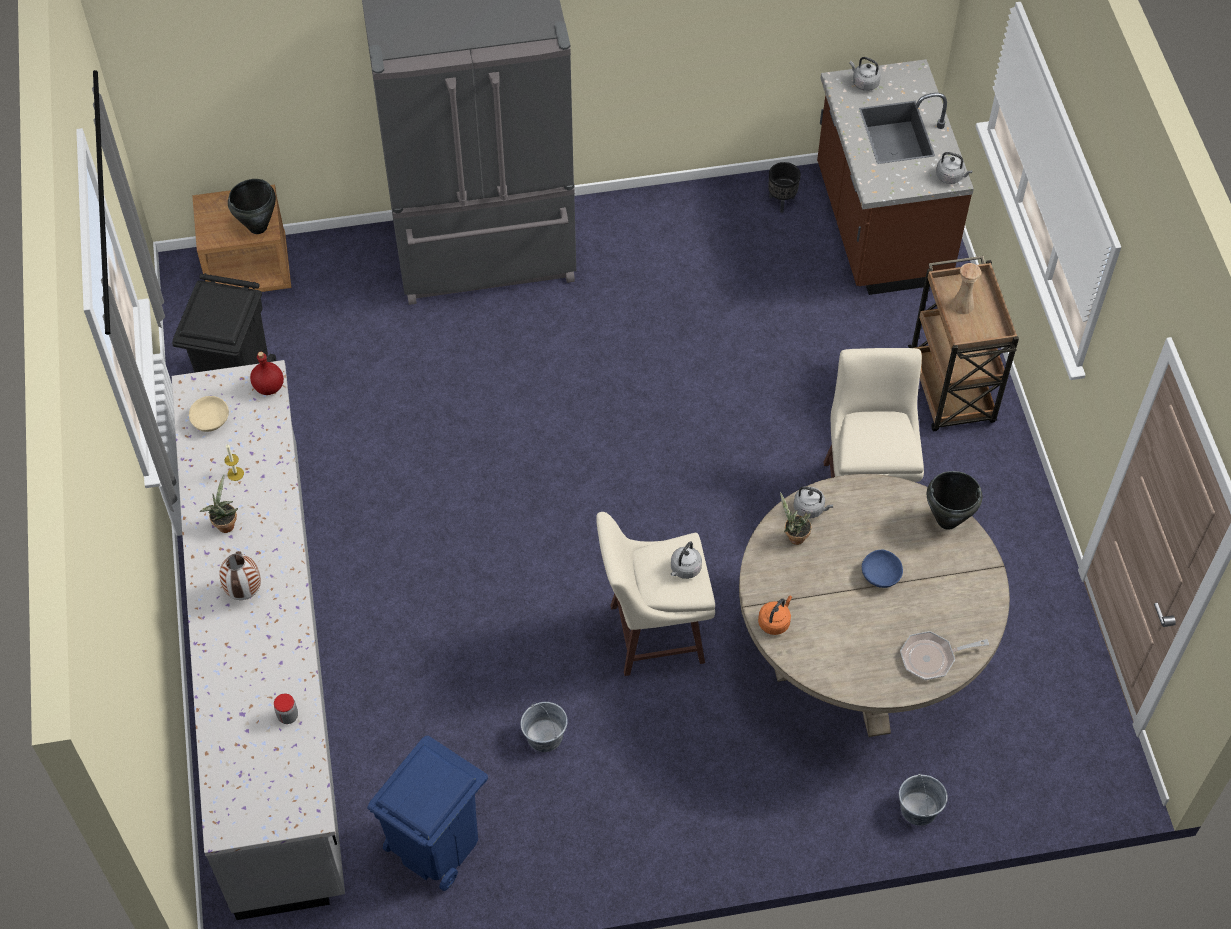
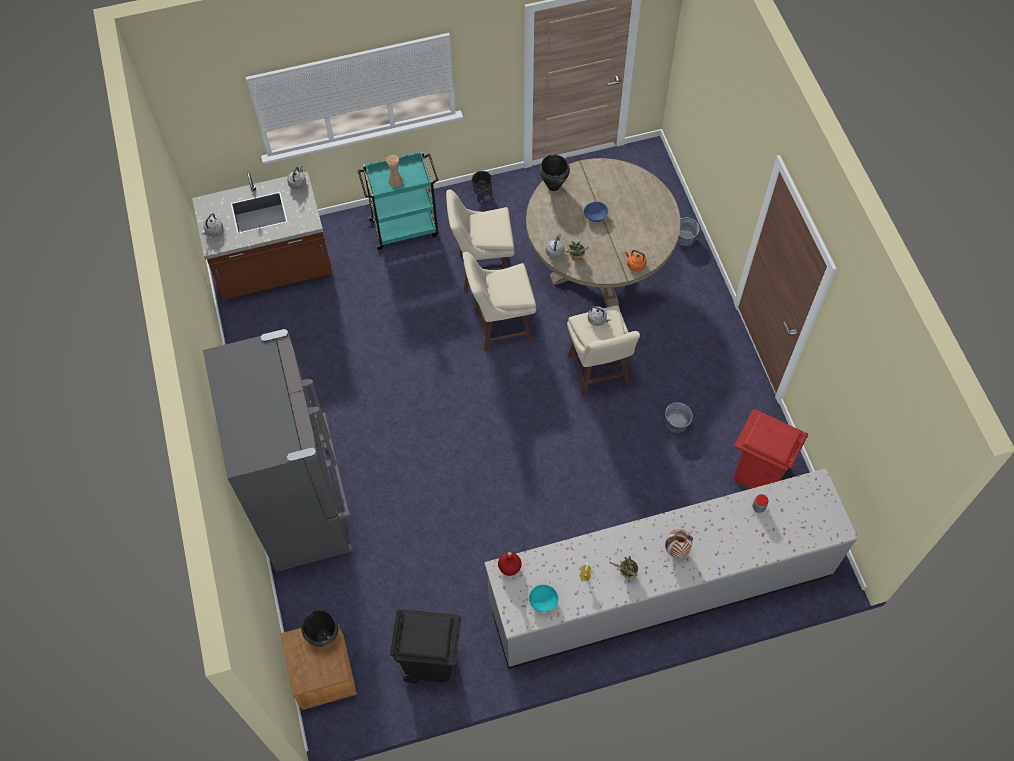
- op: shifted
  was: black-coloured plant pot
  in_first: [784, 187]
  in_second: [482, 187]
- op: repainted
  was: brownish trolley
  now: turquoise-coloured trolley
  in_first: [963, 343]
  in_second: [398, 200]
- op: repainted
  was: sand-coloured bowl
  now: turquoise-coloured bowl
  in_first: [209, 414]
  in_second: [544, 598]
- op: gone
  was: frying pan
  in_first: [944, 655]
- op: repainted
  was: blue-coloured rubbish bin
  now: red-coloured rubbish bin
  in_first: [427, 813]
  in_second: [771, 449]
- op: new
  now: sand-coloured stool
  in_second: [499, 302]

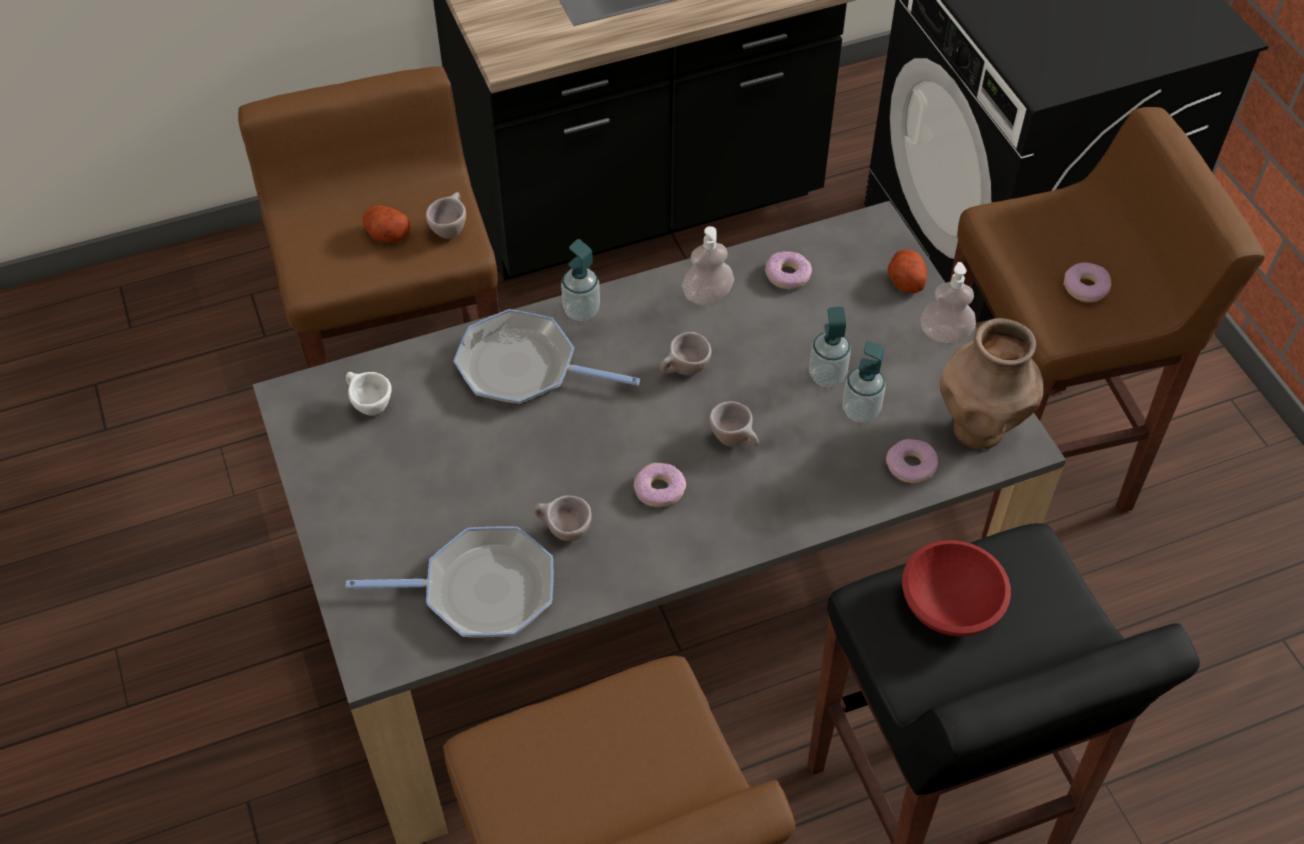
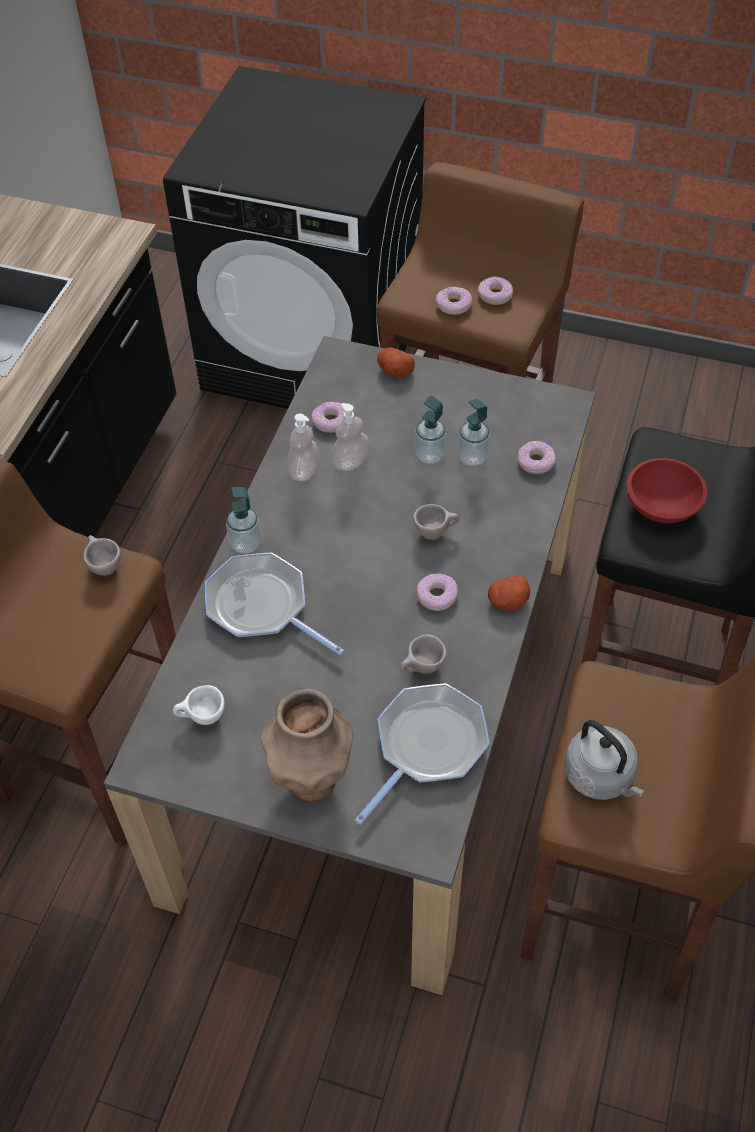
- op: shifted
  was: spud
  in_first: [386, 223]
  in_second: [509, 592]
- op: shifted
  was: liquid soap bottle
  in_first: [948, 302]
  in_second: [350, 437]
- op: rotated
  was: frying pan
  in_first: [547, 357]
  in_second: [274, 603]
  clockwise: 75
- op: shifted
  was: brownish vase
  in_first: [991, 384]
  in_second: [307, 745]
- op: gone
  was: sand-coloured cup
  in_first: [686, 353]
- op: new
  now: doughnut
  in_second: [454, 301]
- op: new
  now: grey kettle
  in_second: [604, 760]

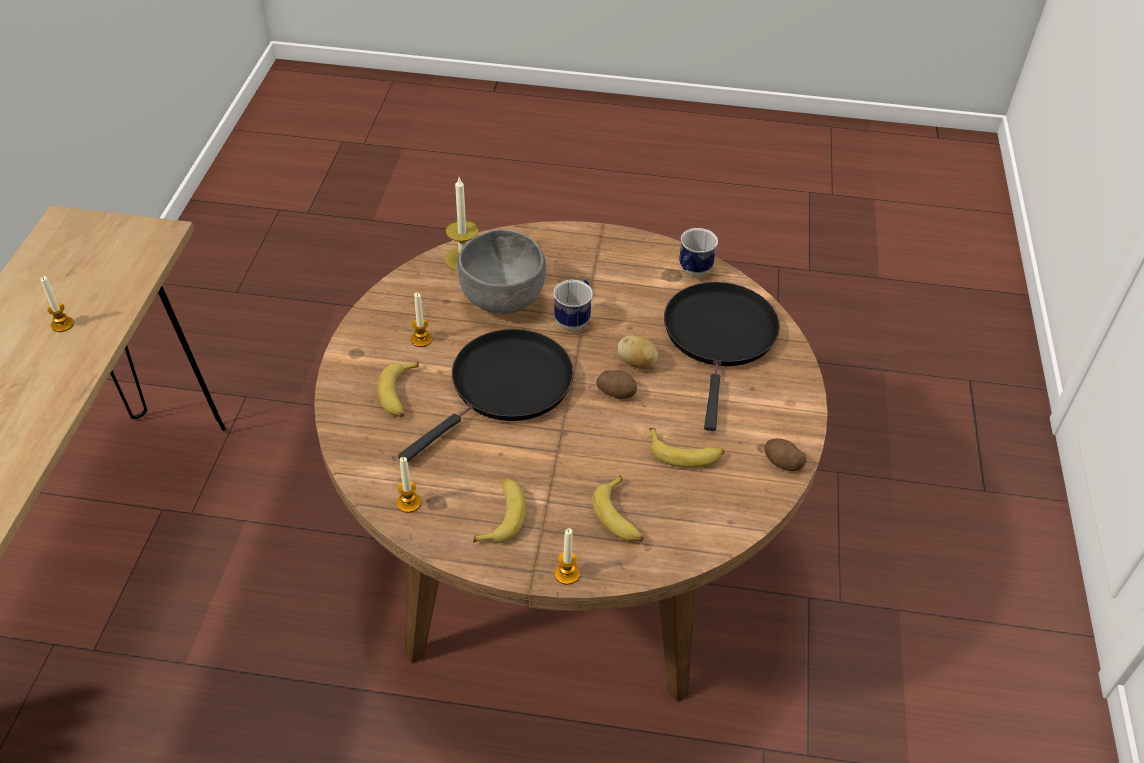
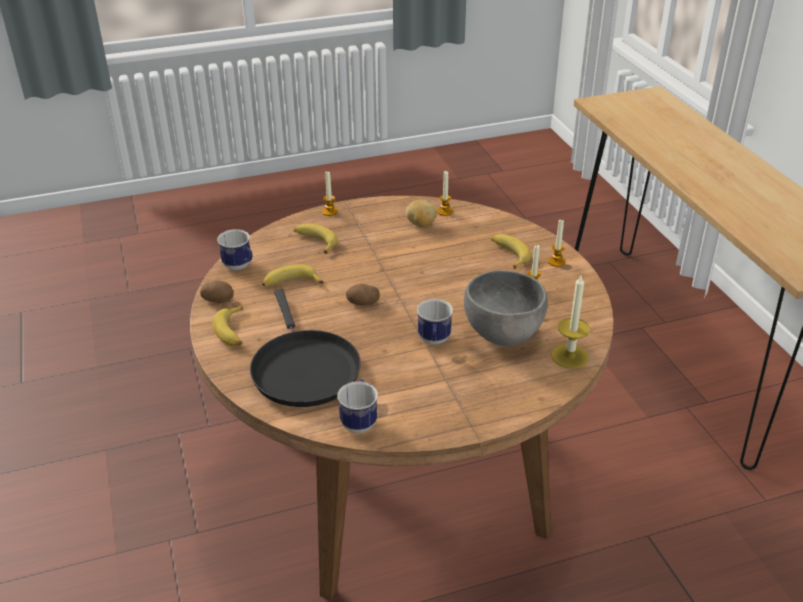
- op: shifted
  was: wax light
  in_first: [57, 304]
  in_second: [556, 243]
- op: gone
  was: black-coloured frying pan
  in_first: [486, 395]
- op: shifted
  was: spud
  in_first: [638, 352]
  in_second: [421, 213]
- op: shifted
  was: banana
  in_first: [499, 510]
  in_second: [228, 325]
- op: new
  now: tea mug
  in_second: [235, 249]

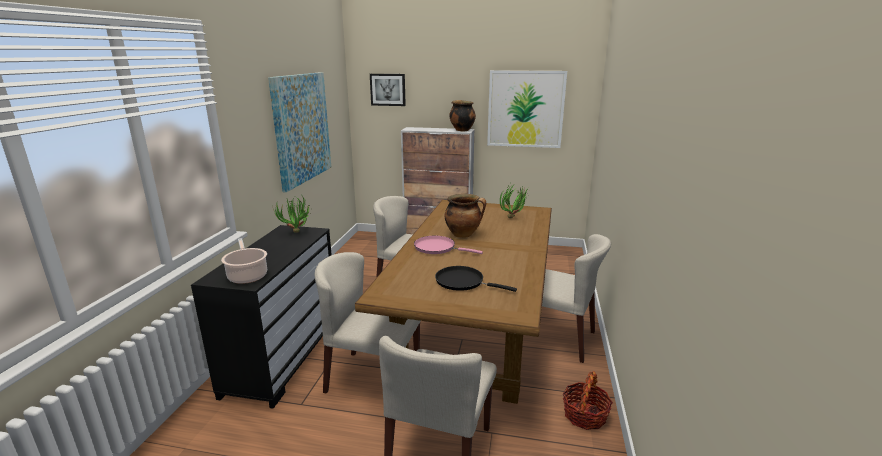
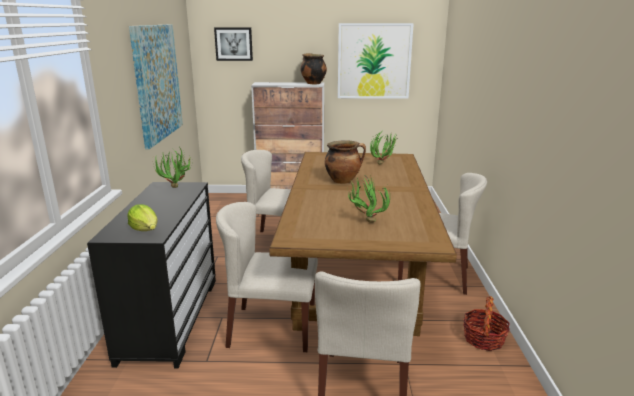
- op: gone
  was: pink-coloured frying pan
  in_first: [448, 245]
- op: swapped
  was: stockpot
  now: head of lettuce
  in_first: [244, 261]
  in_second: [142, 217]
- op: swapped
  was: black-coloured frying pan
  now: plant in a pot
  in_first: [476, 279]
  in_second: [369, 199]

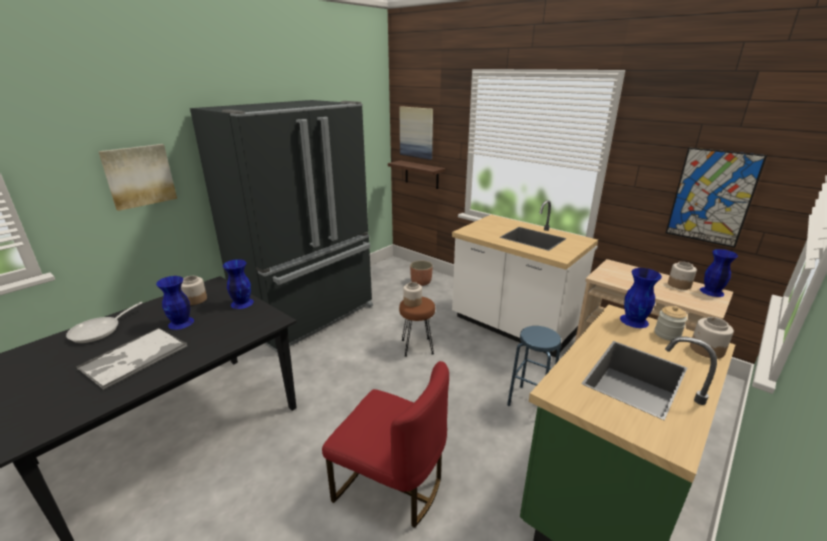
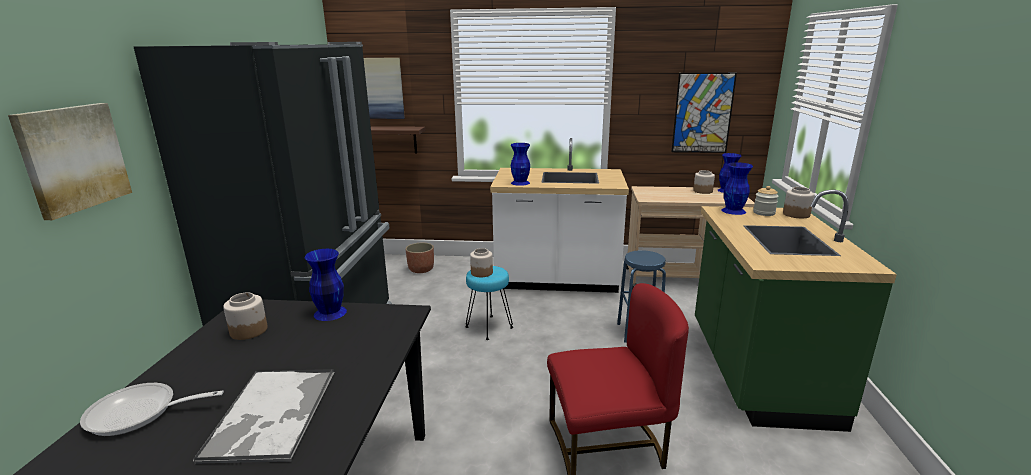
- op: shifted
  was: blue-coloured vase
  in_first: [175, 303]
  in_second: [520, 164]
- op: repainted
  was: brownish stool
  now: turquoise-coloured stool
  in_first: [417, 327]
  in_second: [489, 303]
- op: rotated
  was: frying pan
  in_first: [104, 322]
  in_second: [152, 409]
  clockwise: 90

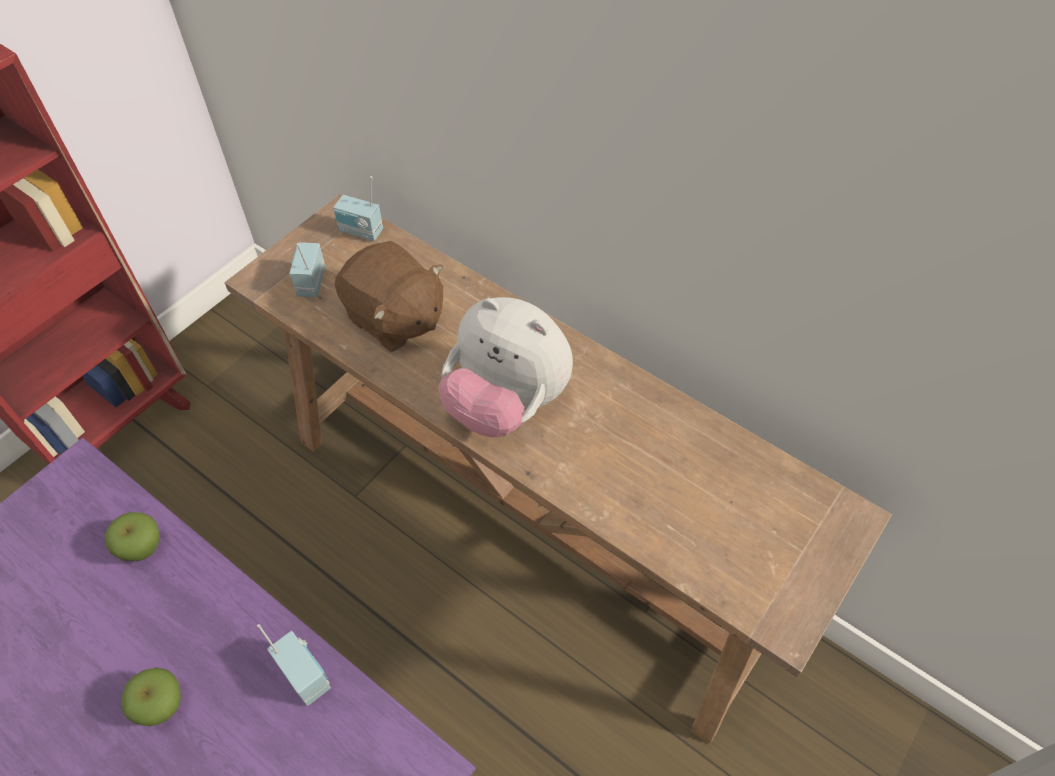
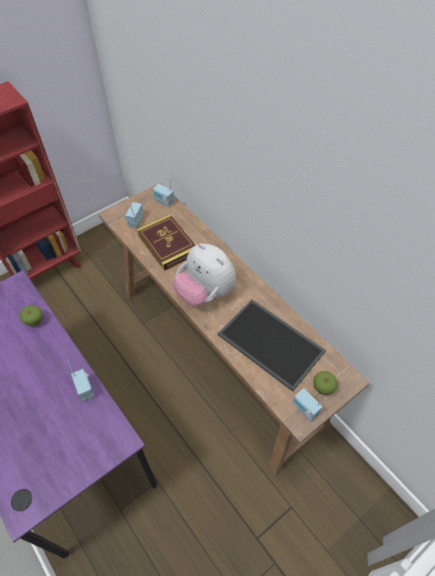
- op: swapped
  was: brownish cuddly toy
  now: book
  in_first: [389, 296]
  in_second: [166, 243]
- op: shifted
  was: apple fruit
  in_first: [151, 697]
  in_second: [325, 383]
- op: new
  now: serving tray
  in_second: [272, 345]
- op: new
  now: radio set
  in_second: [309, 405]

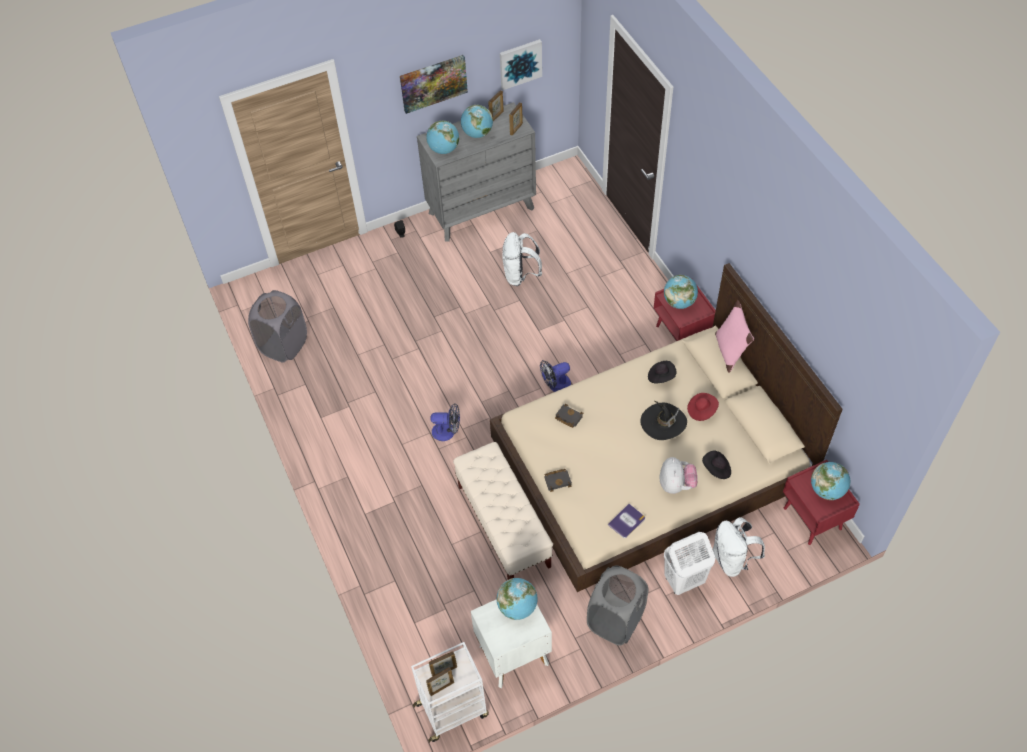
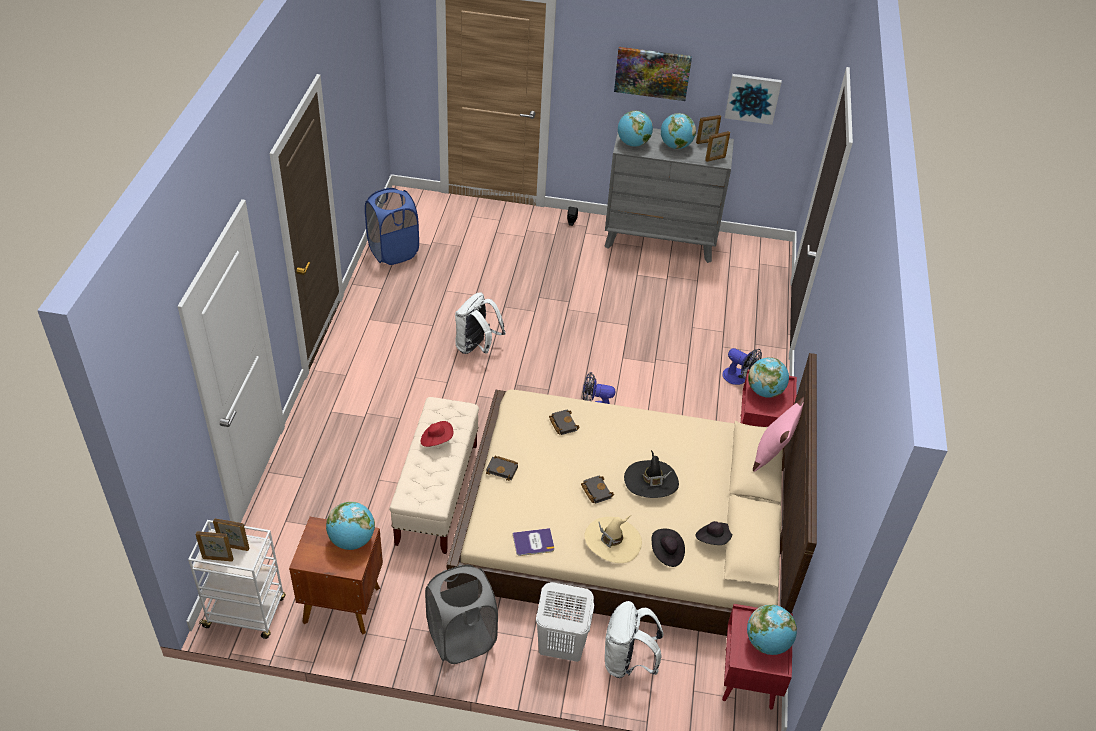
- op: shifted
  was: white-coloured knapsack
  in_first: [522, 259]
  in_second: [480, 323]
- op: repainted
  was: grey laundry basket
  now: blue-coloured laundry basket
  in_first: [277, 326]
  in_second: [392, 226]
- op: shifted
  was: black-coloured wearable hat
  in_first: [662, 372]
  in_second: [713, 533]
- op: shifted
  was: red-coloured wearable hat
  in_first: [703, 407]
  in_second: [437, 434]
- op: shifted
  was: electric fan
  in_first: [445, 422]
  in_second: [742, 366]
- op: swapped
  was: cuddly toy
  now: sand-coloured wearable hat
  in_first: [679, 475]
  in_second: [613, 539]
- op: repainted
  was: white-coloured bedside table
  now: brownish bedside table
  in_first: [511, 643]
  in_second: [336, 576]
- op: new
  now: black-coloured book
  in_second: [597, 489]

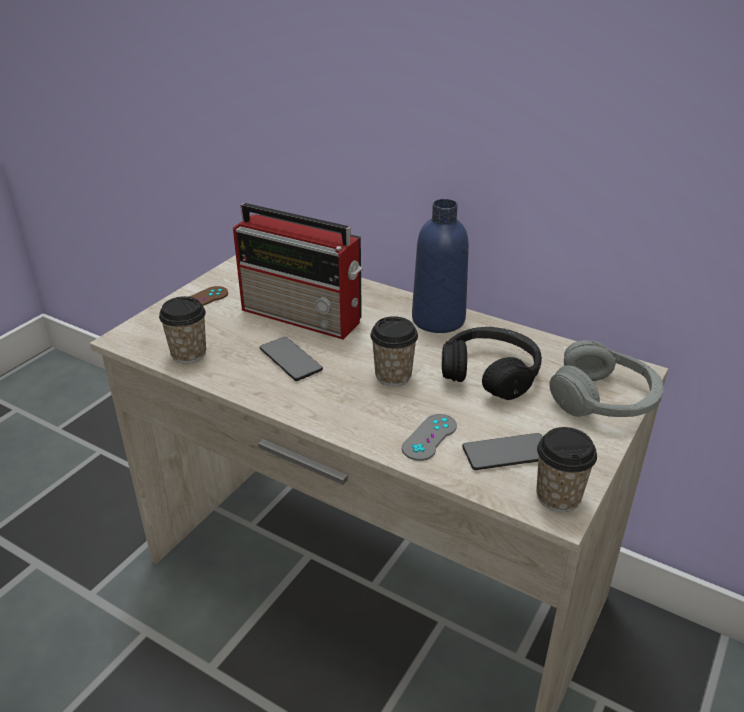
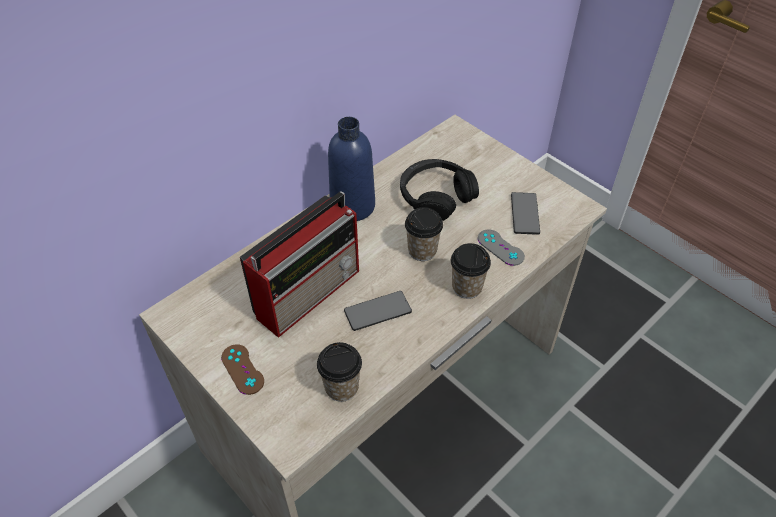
- op: gone
  was: grey headphones
  in_first: [606, 378]
- op: shifted
  was: cup
  in_first: [567, 469]
  in_second: [471, 271]

